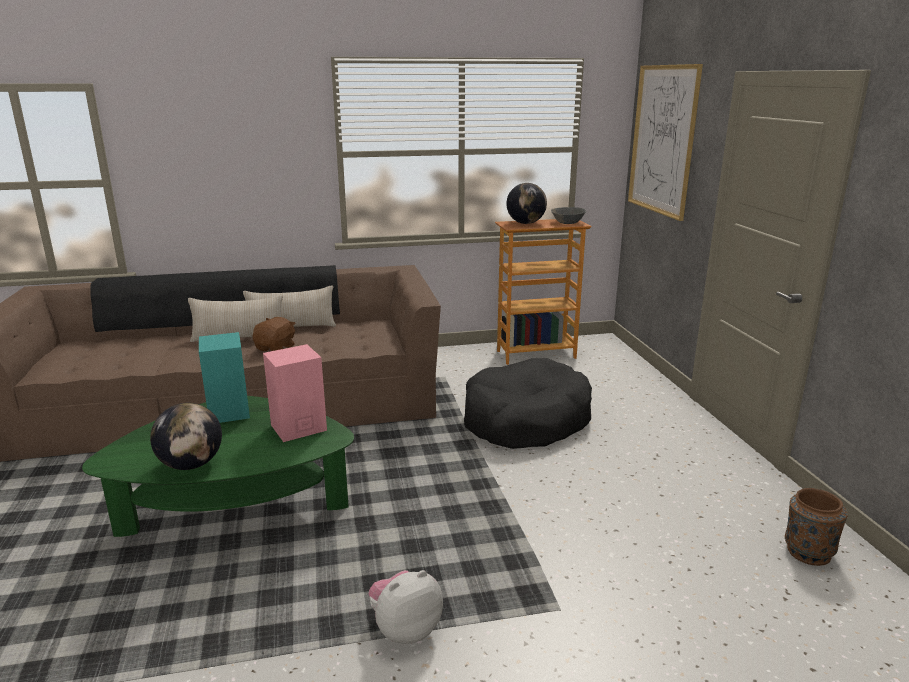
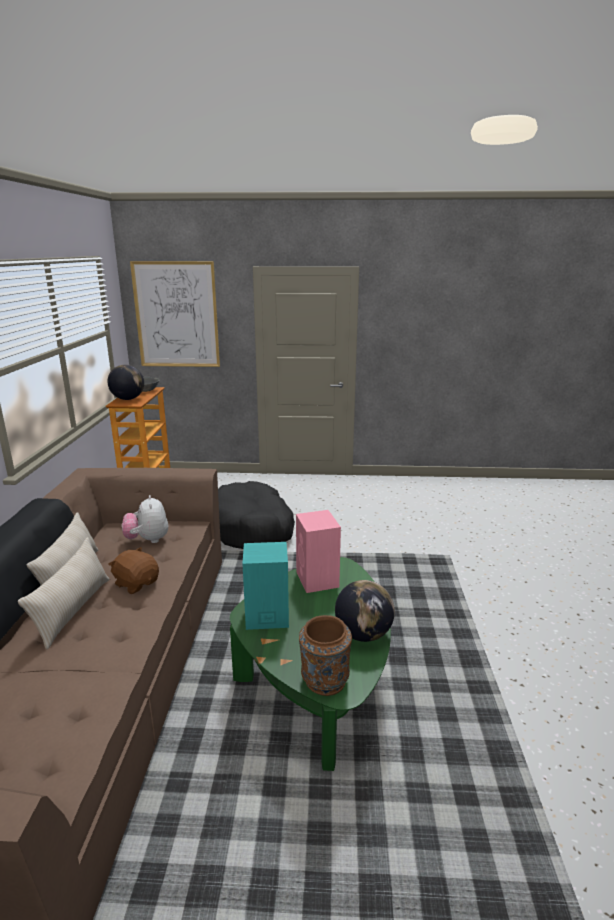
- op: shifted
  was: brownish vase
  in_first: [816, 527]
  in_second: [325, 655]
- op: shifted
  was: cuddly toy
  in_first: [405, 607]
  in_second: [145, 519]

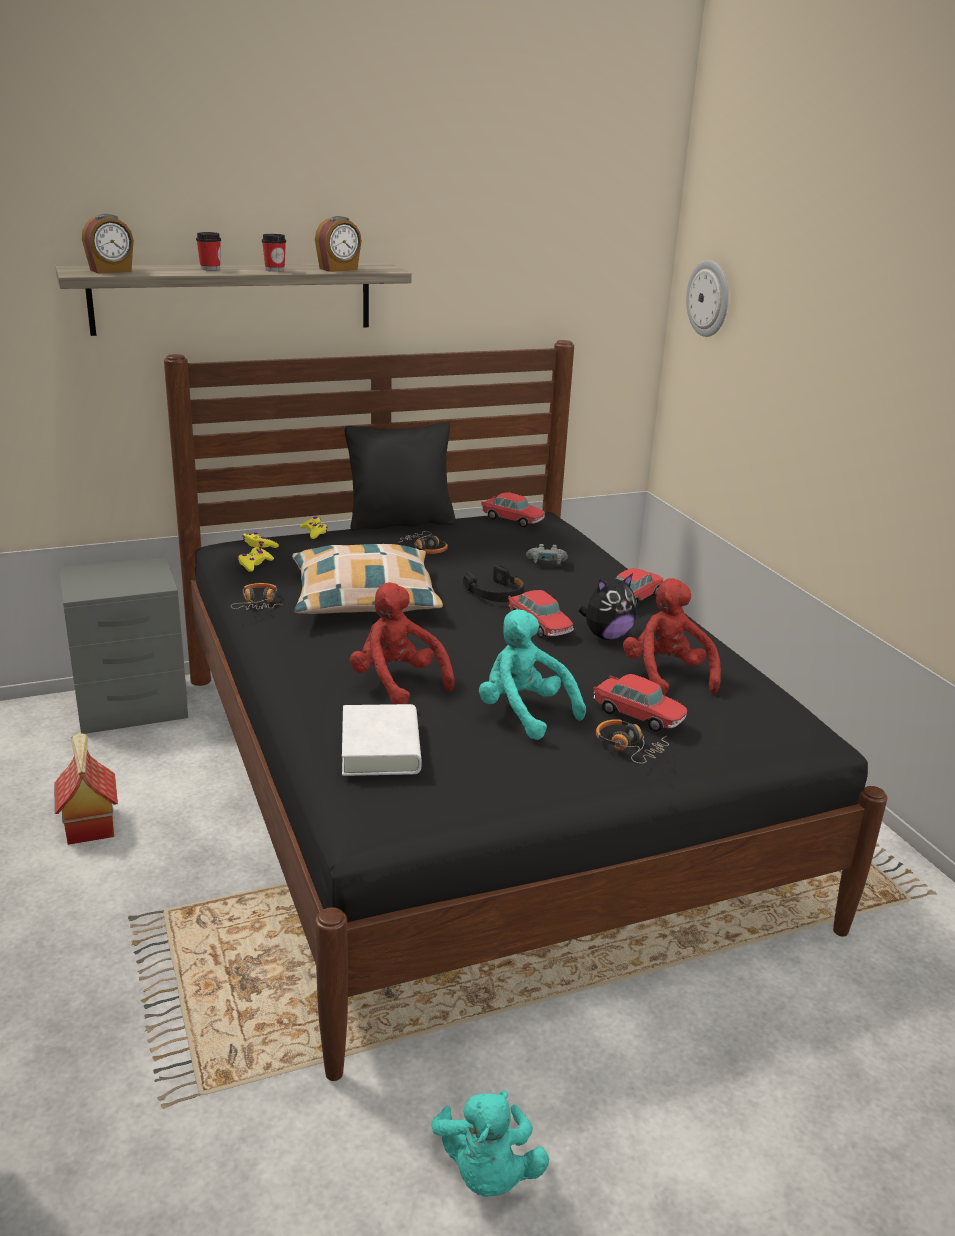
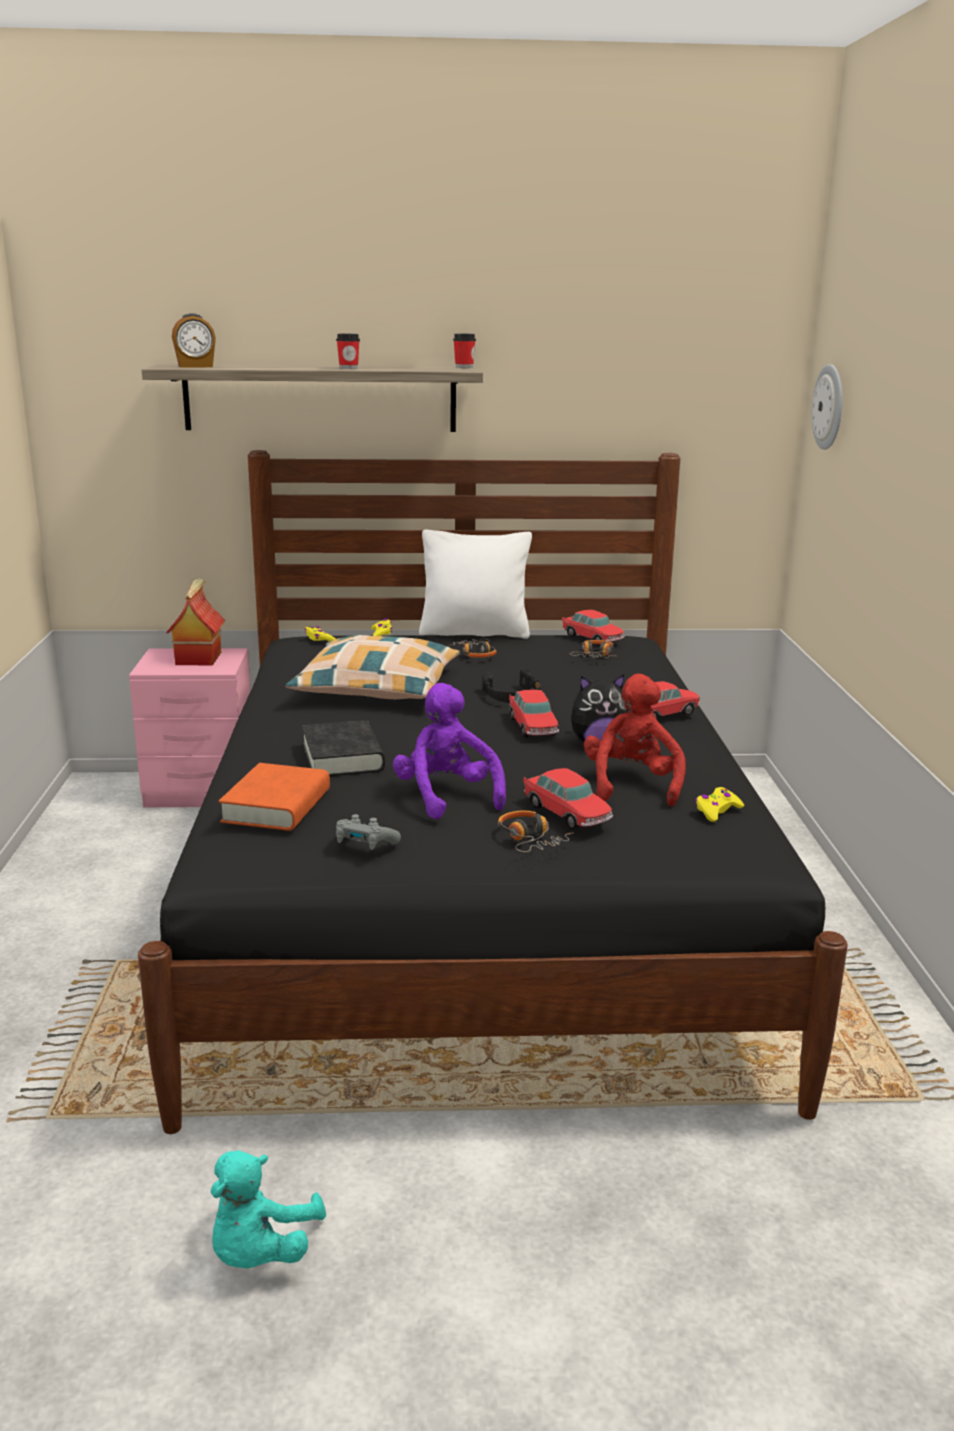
- op: gone
  was: bedside clock
  in_first: [338, 244]
- op: shifted
  was: cup
  in_first: [208, 251]
  in_second: [464, 351]
- op: repainted
  was: black-coloured cushion
  now: white-coloured cushion
  in_first: [400, 476]
  in_second: [475, 584]
- op: shifted
  was: grey gamepad
  in_first: [547, 554]
  in_second: [368, 832]
- op: shifted
  was: yellow gamepad
  in_first: [255, 559]
  in_second: [719, 804]
- op: repainted
  was: grey bedside table
  now: pink-coloured bedside table
  in_first: [123, 645]
  in_second: [190, 728]
- op: swapped
  was: red-coloured cuddly toy
  now: black-coloured book
  in_first: [402, 643]
  in_second: [343, 748]
- op: shifted
  was: headphones
  in_first: [257, 596]
  in_second: [592, 649]
- op: repainted
  was: turquoise-coloured cuddly toy
  now: purple-coloured cuddly toy
  in_first: [532, 674]
  in_second: [449, 751]
- op: repainted
  was: white-coloured book
  now: orange-coloured book
  in_first: [382, 740]
  in_second: [274, 797]
- op: shifted
  was: model house
  in_first: [86, 789]
  in_second: [195, 621]

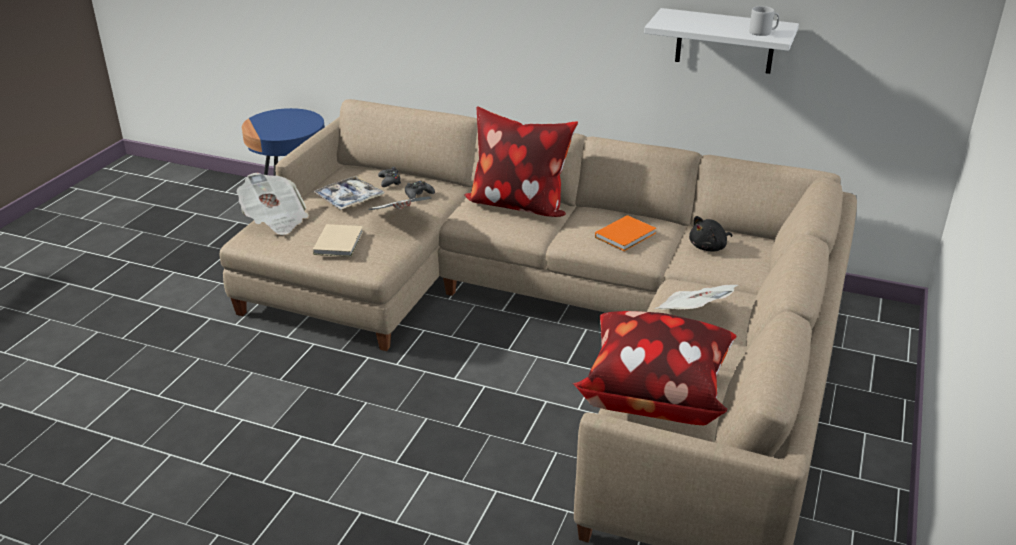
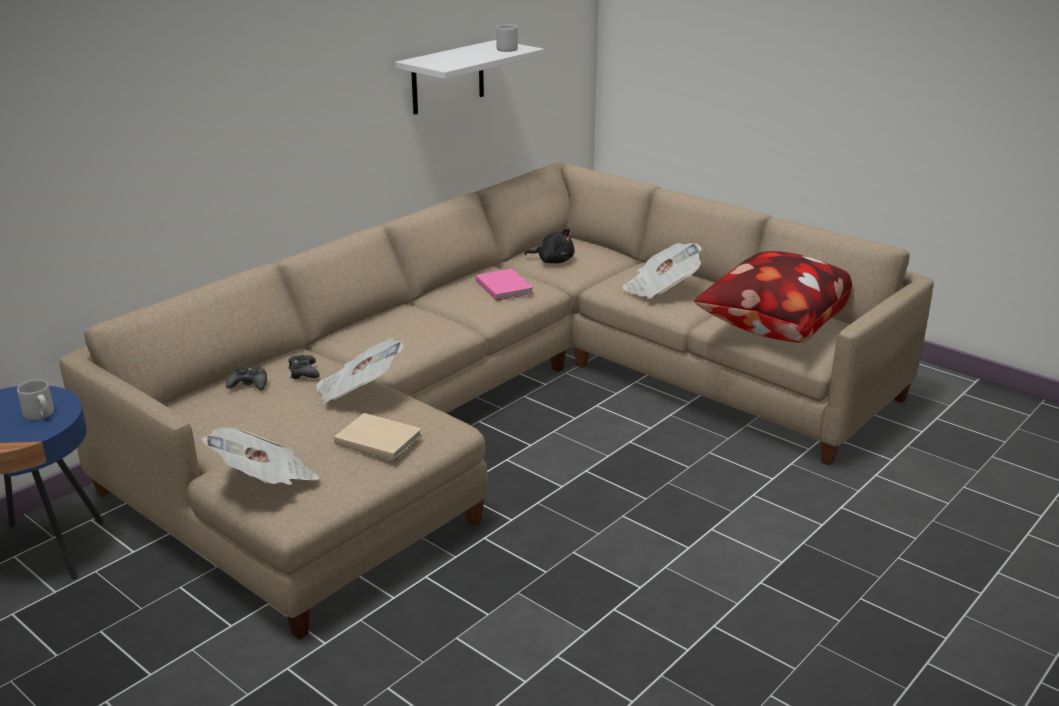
- op: gone
  was: cushion
  in_first: [521, 161]
- op: gone
  was: serving tray
  in_first: [348, 192]
- op: repainted
  was: orange-coloured book
  now: pink-coloured book
  in_first: [625, 233]
  in_second: [505, 285]
- op: rotated
  was: black-coloured cuddly toy
  in_first: [710, 233]
  in_second: [550, 245]
  clockwise: -60
- op: new
  now: grey tea mug
  in_second: [35, 399]

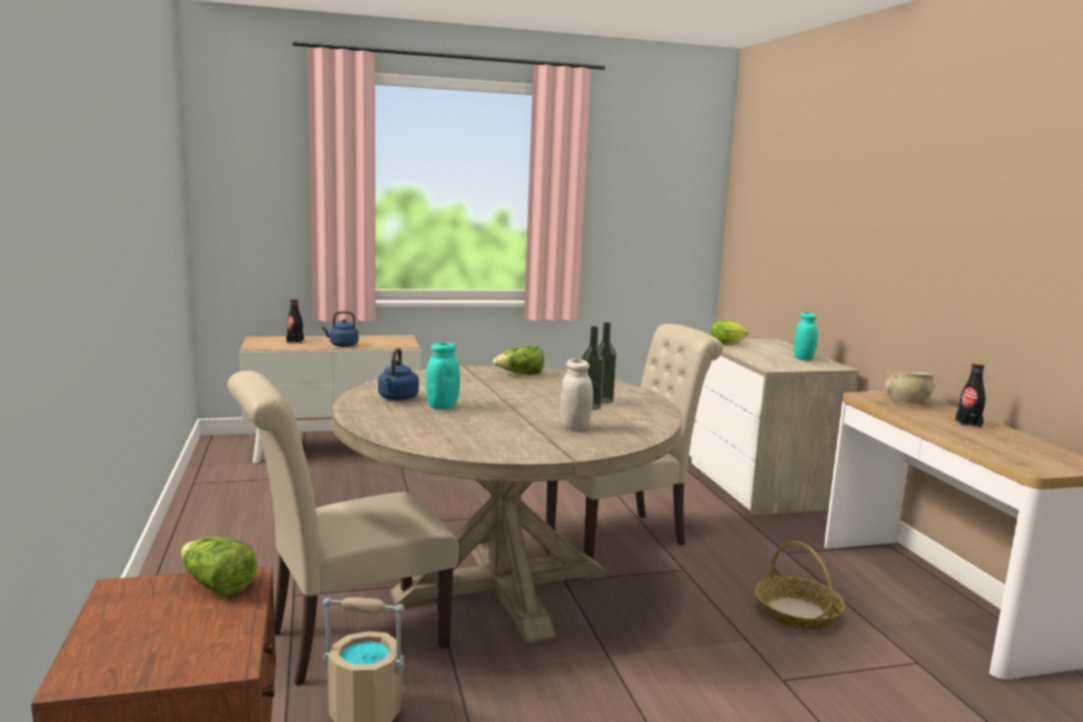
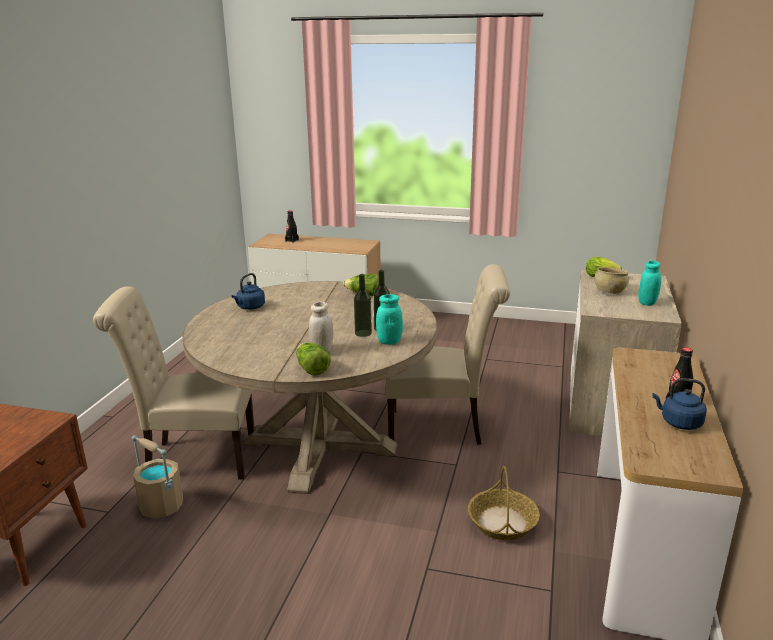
- op: shifted
  was: blue-coloured kettle
  in_first: [340, 329]
  in_second: [679, 404]
- op: shifted
  was: turquoise-coloured preserve jar
  in_first: [443, 376]
  in_second: [389, 319]
- op: shifted
  was: sand-coloured bowl
  in_first: [909, 387]
  in_second: [612, 280]
- op: shifted
  was: head of lettuce
  in_first: [219, 566]
  in_second: [313, 358]

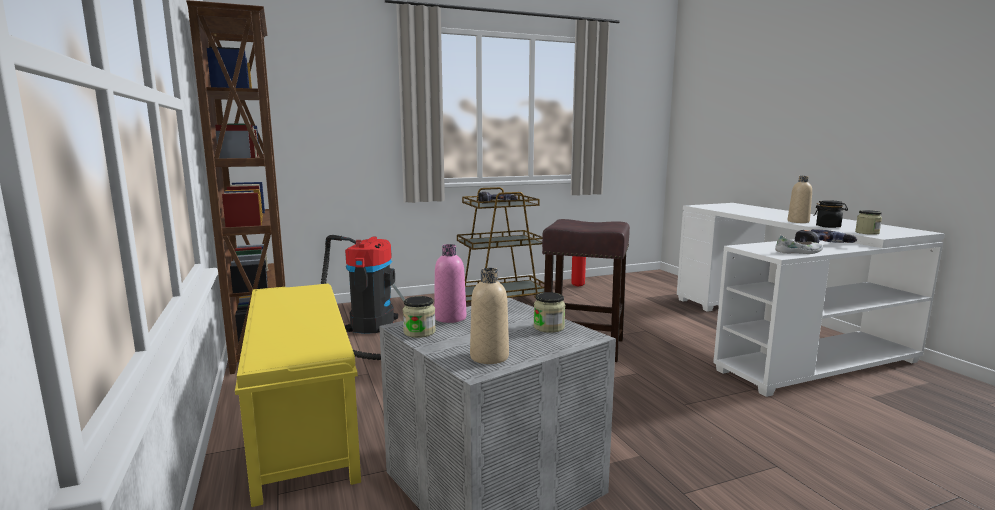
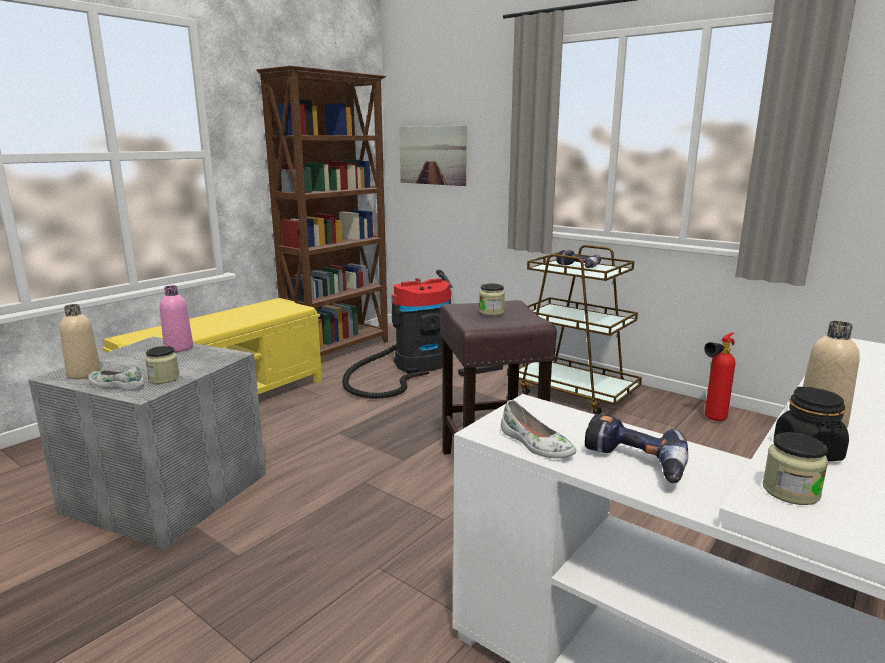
- op: shifted
  was: preserve jar
  in_first: [419, 317]
  in_second: [492, 299]
- op: new
  now: picture
  in_second: [433, 156]
- op: new
  now: white-coloured shoe
  in_second: [116, 378]

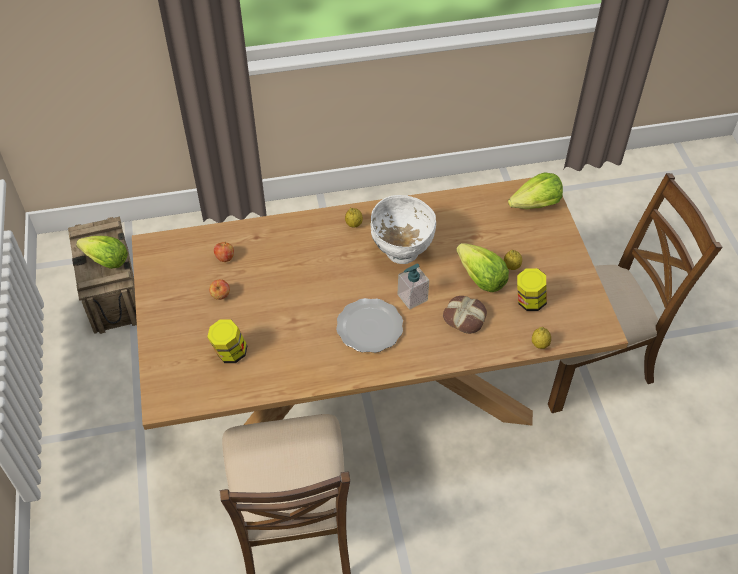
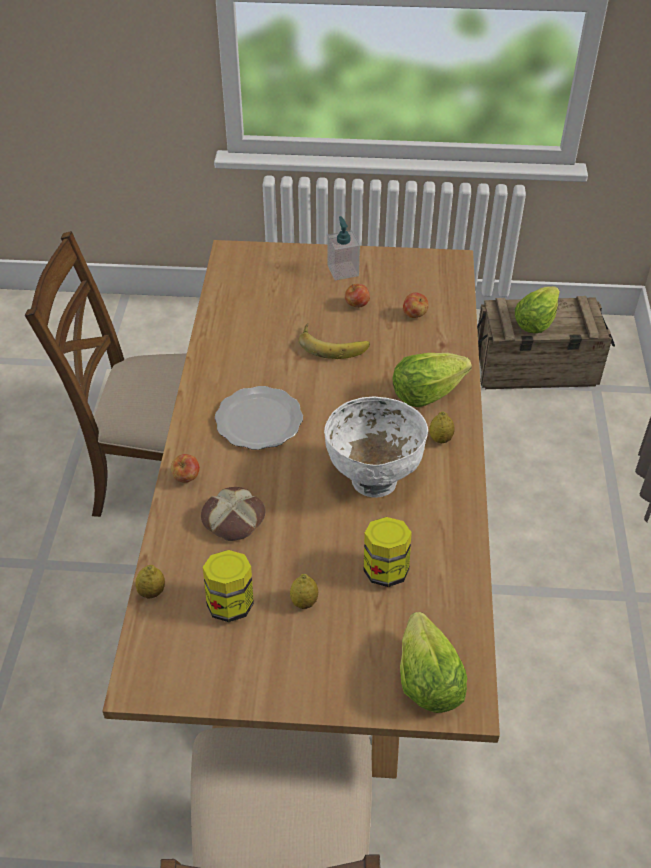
- op: shifted
  was: head of lettuce
  in_first: [482, 267]
  in_second: [432, 380]
- op: shifted
  was: liquid soap bottle
  in_first: [413, 287]
  in_second: [344, 248]
- op: shifted
  was: preserve jar
  in_first: [227, 341]
  in_second: [388, 552]
- op: new
  now: banana
  in_second: [334, 341]
- op: new
  now: apple fruit
  in_second: [185, 468]

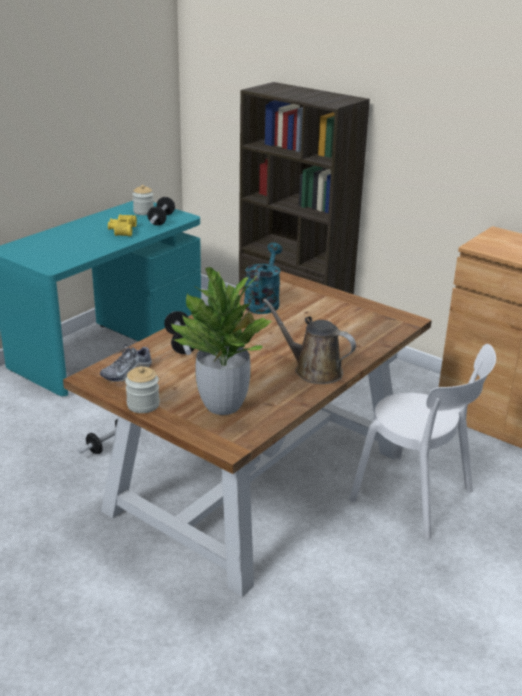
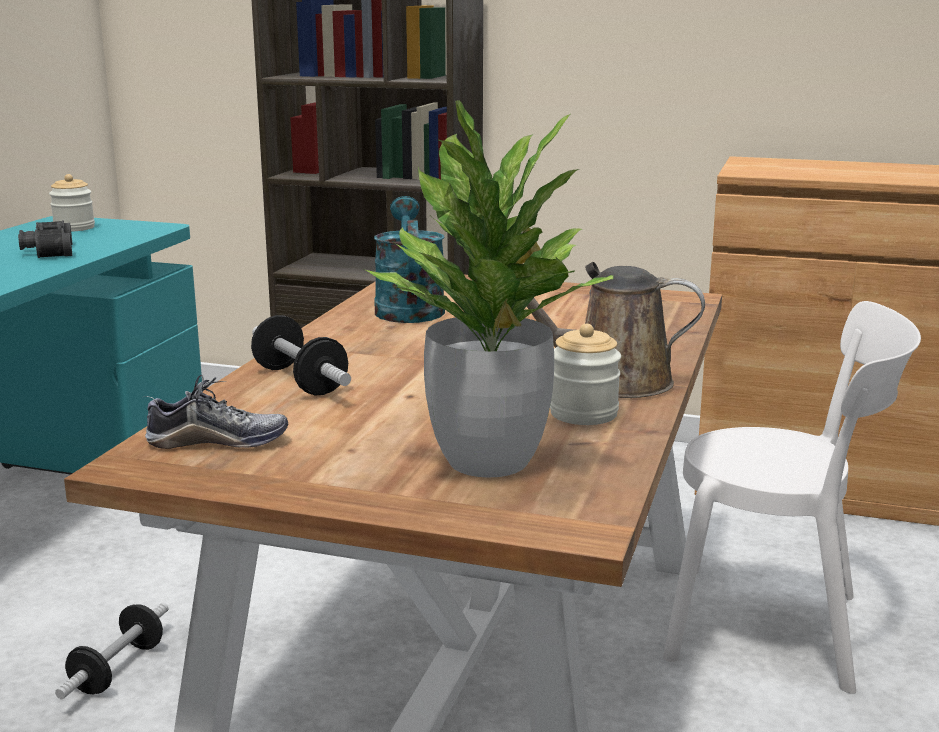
- op: gone
  was: free weight
  in_first: [161, 211]
- op: repainted
  was: yellow binoculars
  now: black-coloured binoculars
  in_first: [122, 225]
  in_second: [45, 239]
- op: rotated
  was: shoe
  in_first: [126, 363]
  in_second: [216, 412]
  clockwise: -120
- op: shifted
  was: preserve jar
  in_first: [142, 389]
  in_second: [585, 374]

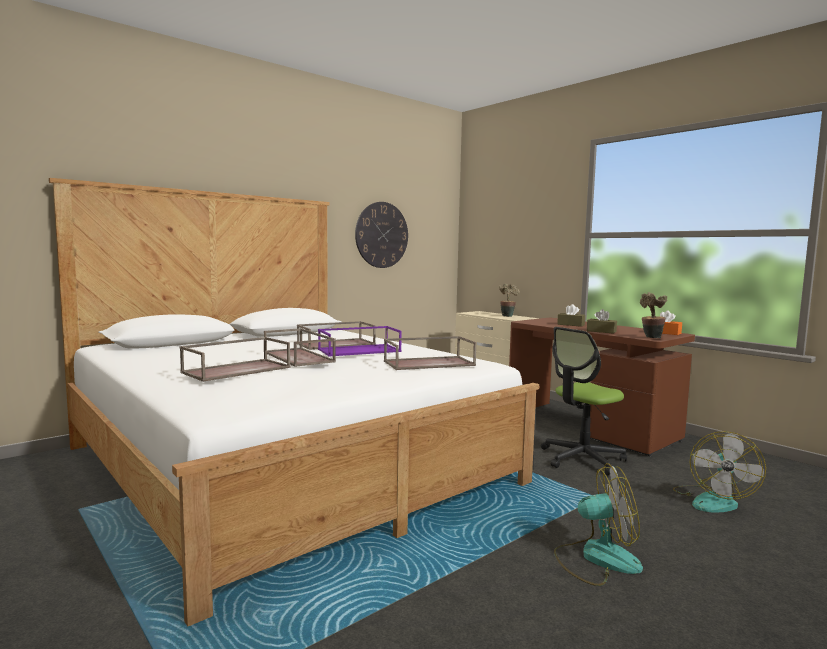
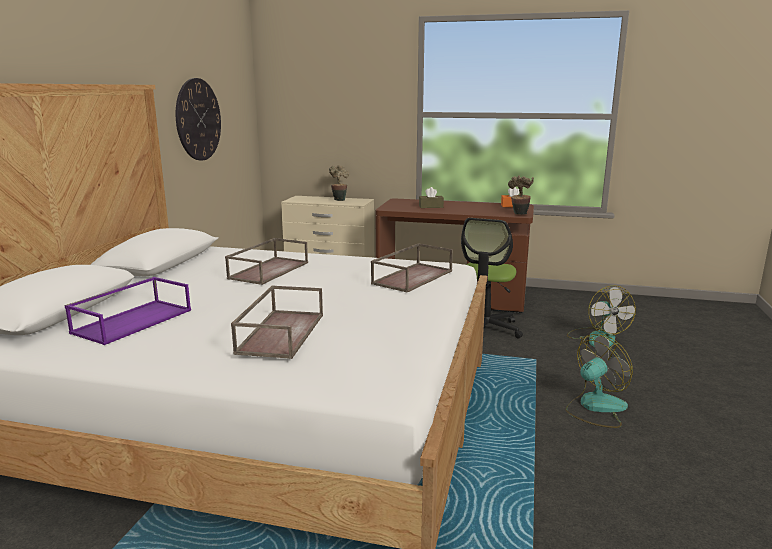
- op: gone
  was: brownish tissue holder
  in_first: [602, 321]
- op: shifted
  was: purple-coloured serving tray
  in_first: [360, 341]
  in_second: [127, 311]
- op: gone
  was: brownish serving tray
  in_first: [300, 347]

